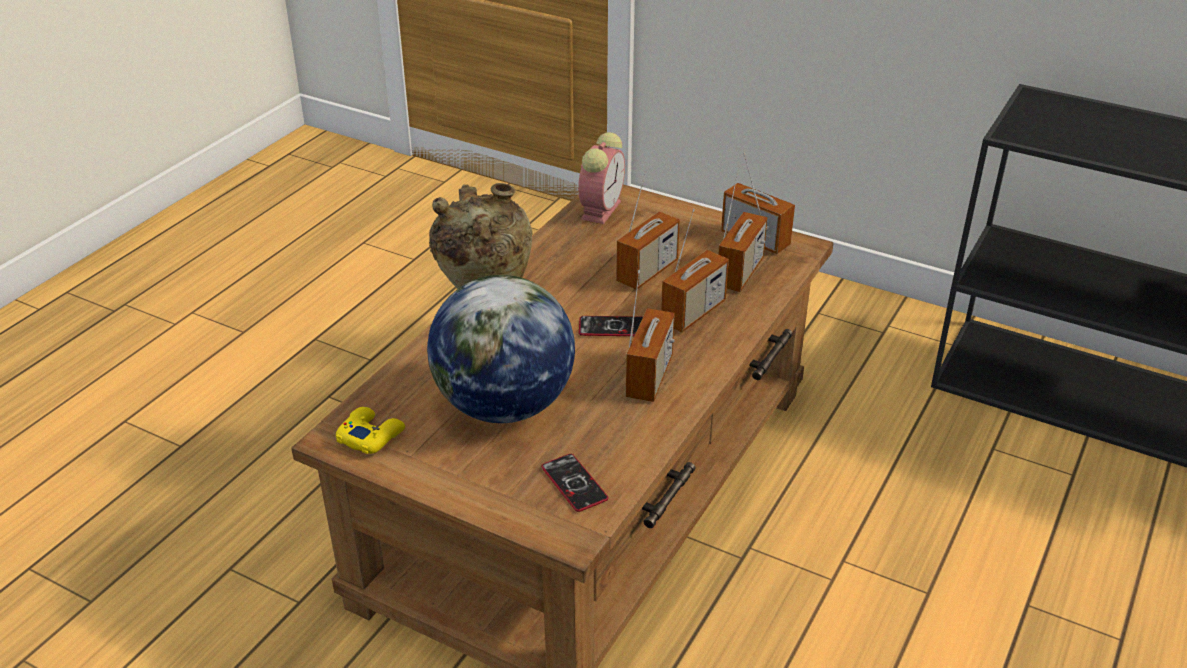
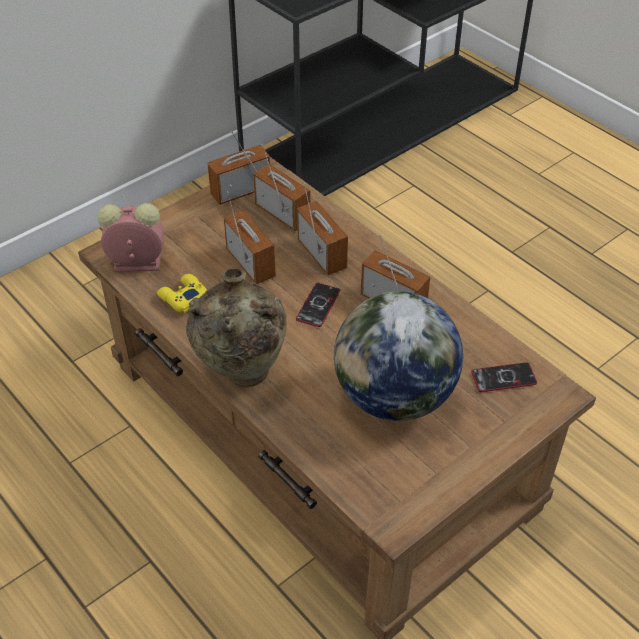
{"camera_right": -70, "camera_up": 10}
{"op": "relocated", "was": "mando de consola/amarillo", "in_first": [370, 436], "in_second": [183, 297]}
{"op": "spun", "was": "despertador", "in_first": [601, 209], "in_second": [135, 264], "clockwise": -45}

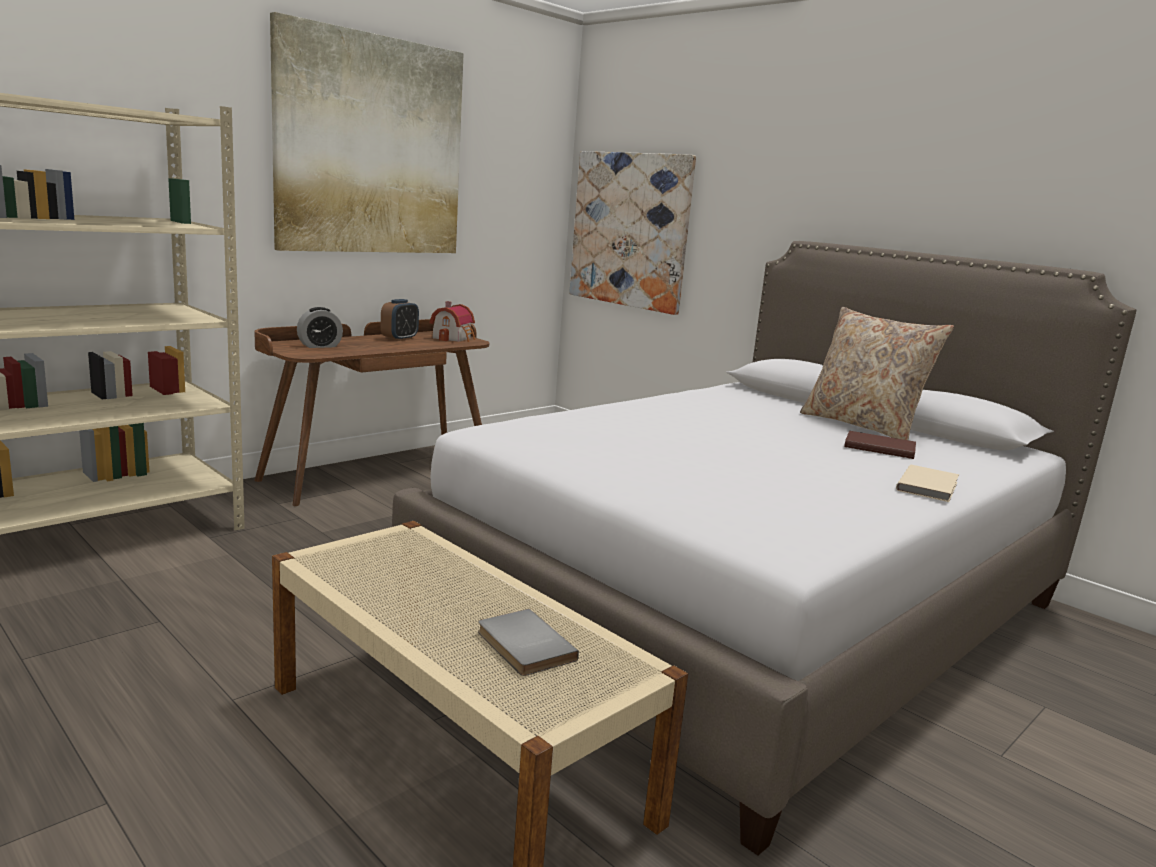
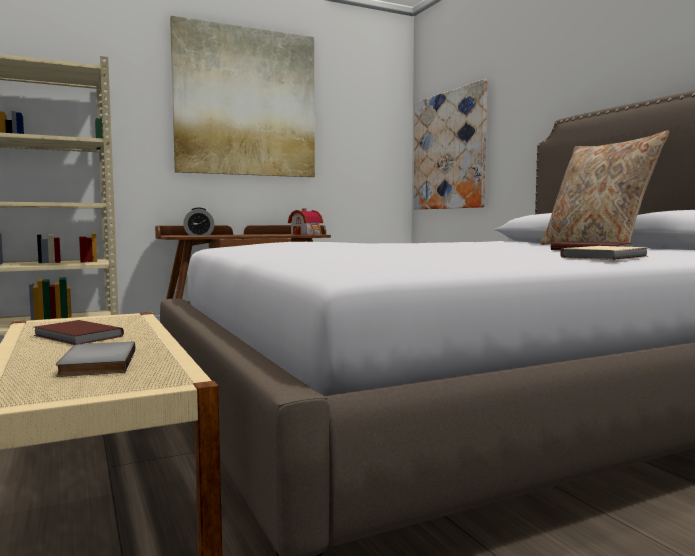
{"camera_right": 20, "camera_up": -10}
{"op": "missing", "was": "despertador", "in_first": [399, 339]}
{"op": "appeared", "now": "libro/marrón", "in_second": [77, 336]}

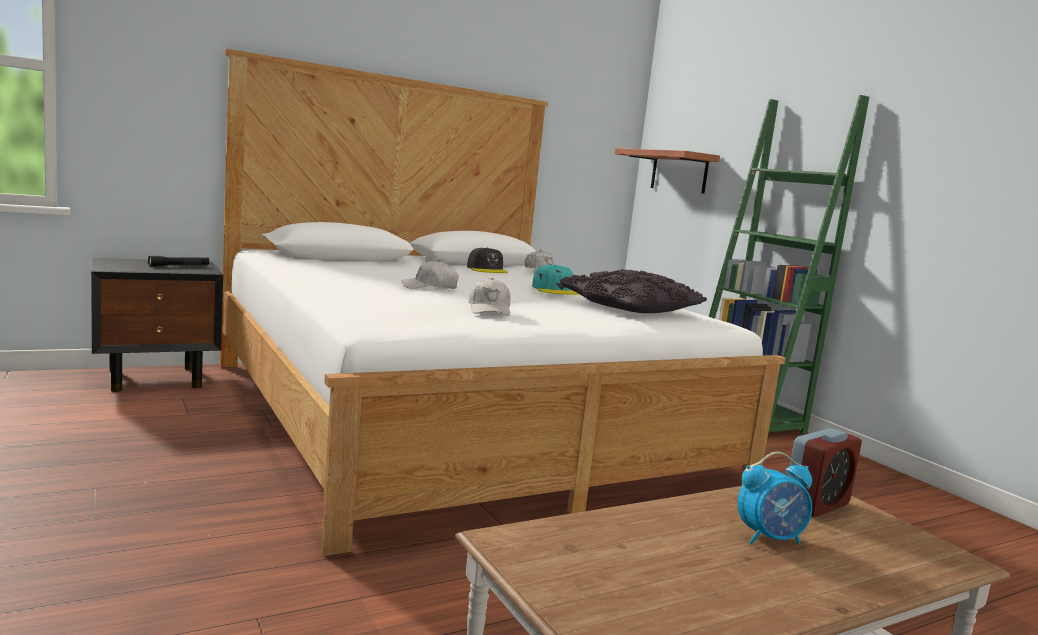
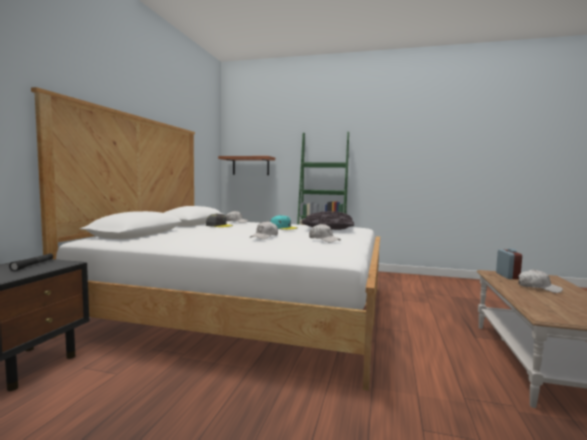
{"camera_right": -45, "camera_up": -5}
{"op": "exchanged", "was": "despertador", "now": "gorra/blanco", "in_first": [770, 538], "in_second": [538, 288]}

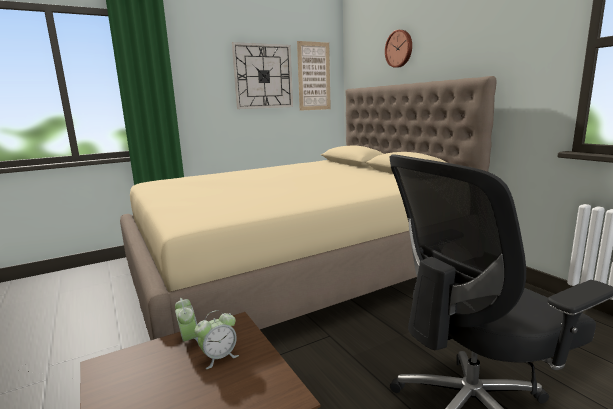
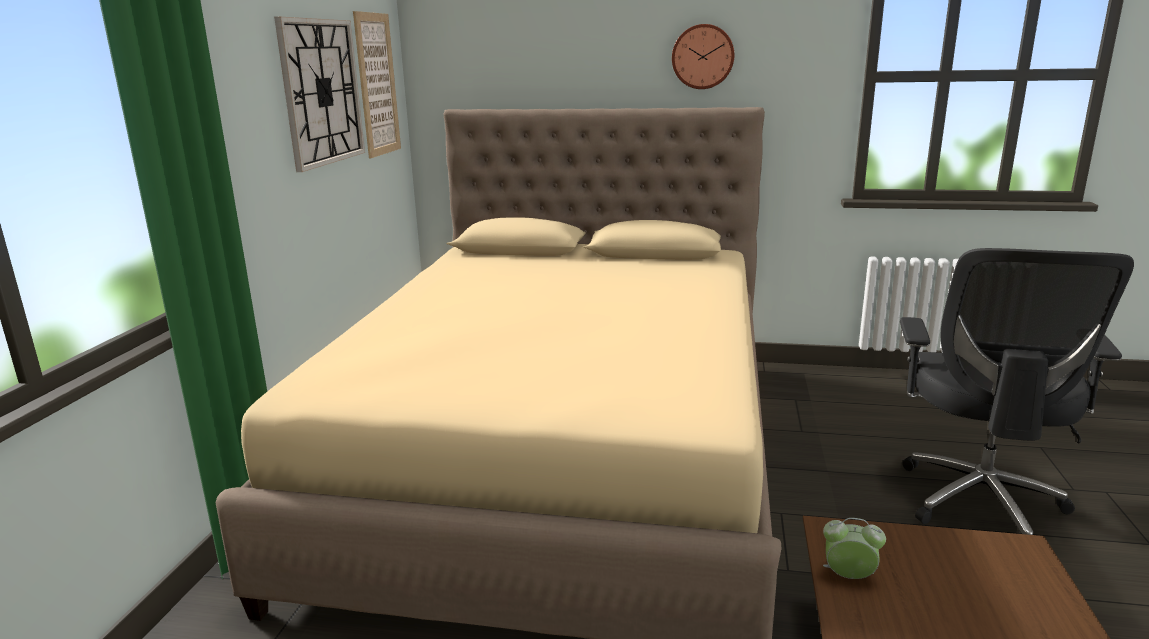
{"camera_right": -50, "camera_up": 5}
{"op": "missing", "was": "despertador", "in_first": [219, 357]}
{"op": "relocated", "was": "reloj de pared", "in_first": [399, 49], "in_second": [703, 56]}

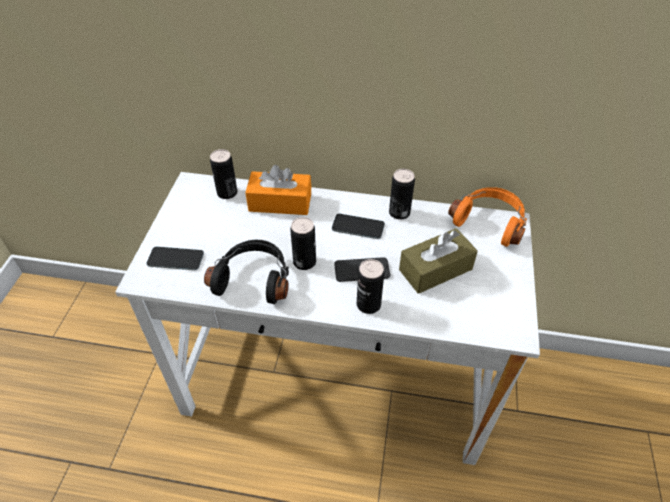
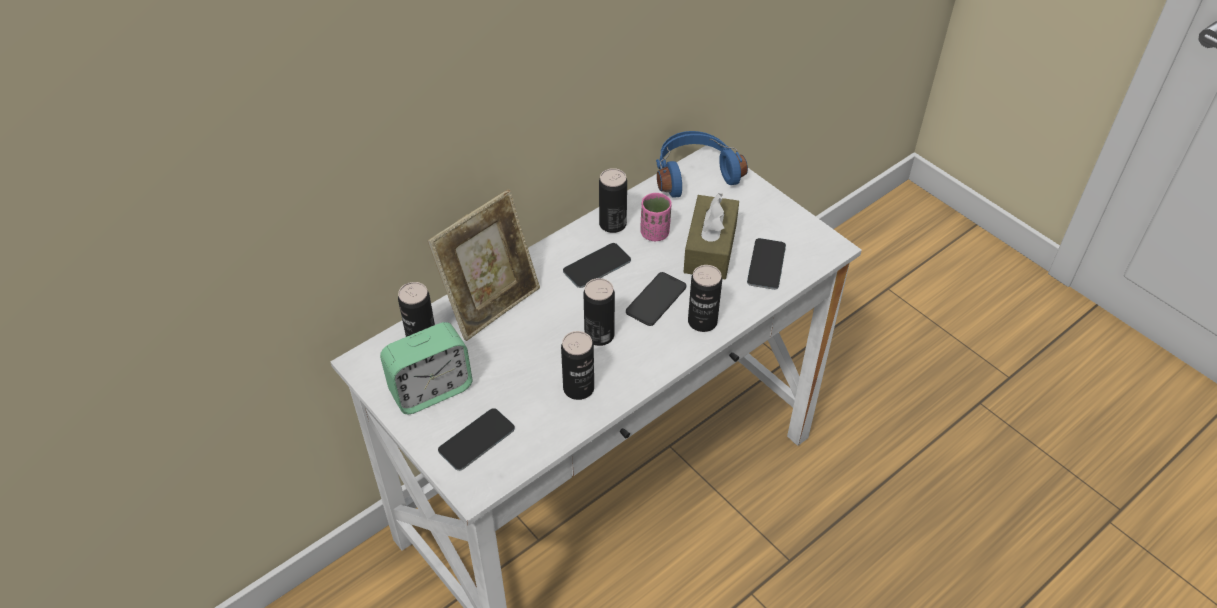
{"camera_right": -50, "camera_up": 0}
{"op": "appeared", "now": "despertador", "in_second": [431, 390]}
{"op": "appeared", "now": "taza/rosa", "in_second": [655, 233]}
{"op": "appeared", "now": "móvil", "in_second": [766, 264]}
{"op": "exchanged", "was": "auriculares/negro", "now": "lata", "in_first": [253, 278], "in_second": [578, 388]}
{"op": "exchanged", "was": "caja de pañuelos/naranja", "now": "portarretratos", "in_first": [280, 202], "in_second": [491, 304]}
{"op": "colour", "was": "auriculares/naranja", "now": "auriculares/azul", "in_first": [489, 222], "in_second": [694, 173]}

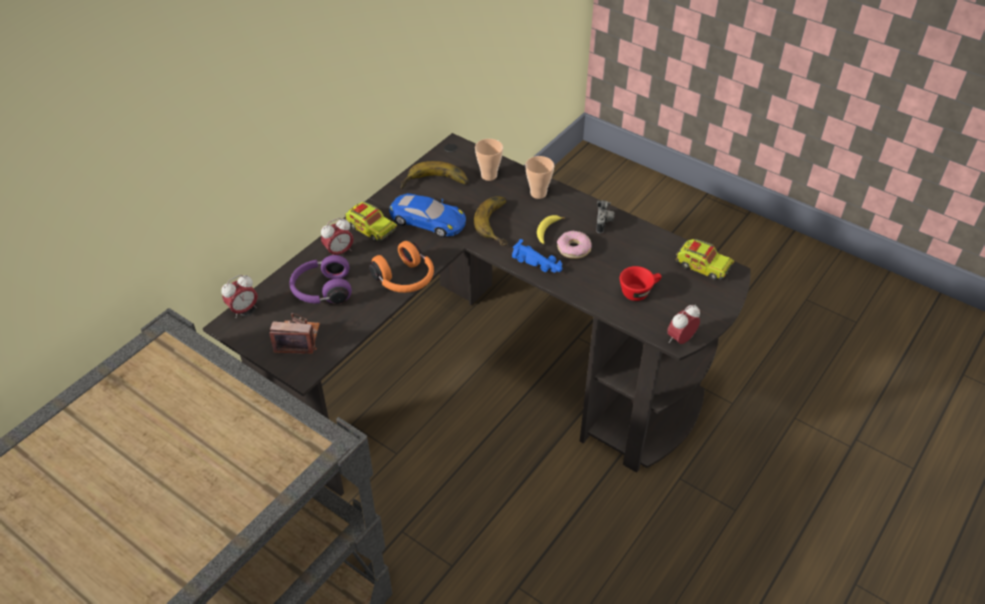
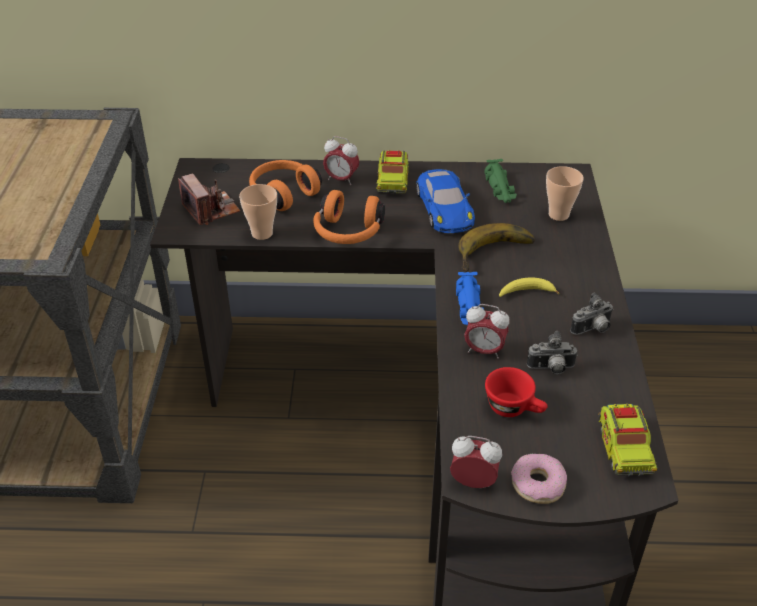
{"camera_right": 55, "camera_up": -5}
{"op": "appeared", "now": "cámara", "in_second": [551, 369]}
{"op": "relocated", "was": "despertador", "in_first": [243, 310], "in_second": [484, 351]}
{"op": "relocated", "was": "taza", "in_first": [538, 193], "in_second": [262, 233]}
{"op": "relocated", "was": "rosquilla", "in_first": [574, 249], "in_second": [538, 484]}
{"op": "exchanged", "was": "plátano", "now": "coche de juguete/verde", "in_first": [435, 185], "in_second": [500, 189]}
{"op": "colour", "was": "auriculares/morado", "now": "auriculares/naranja", "in_first": [321, 290], "in_second": [283, 193]}

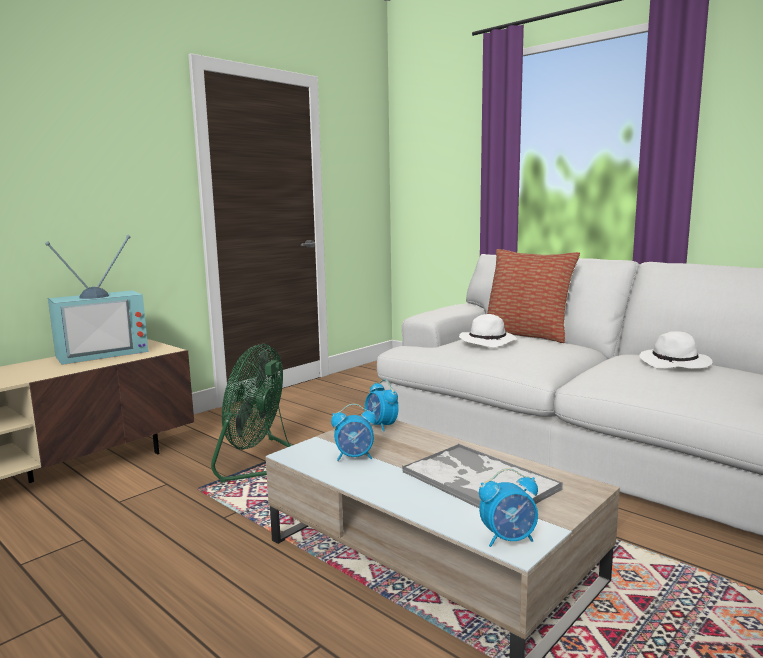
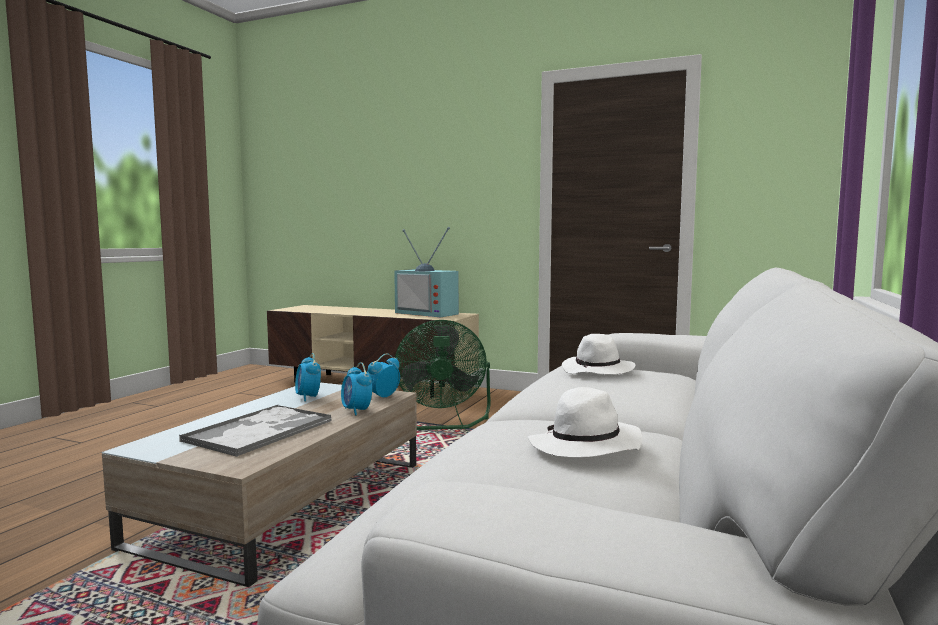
{"camera_right": 70, "camera_up": -5}
{"op": "missing", "was": "cojín", "in_first": [527, 335]}
{"op": "relocated", "was": "despertador", "in_first": [509, 539], "in_second": [356, 411]}

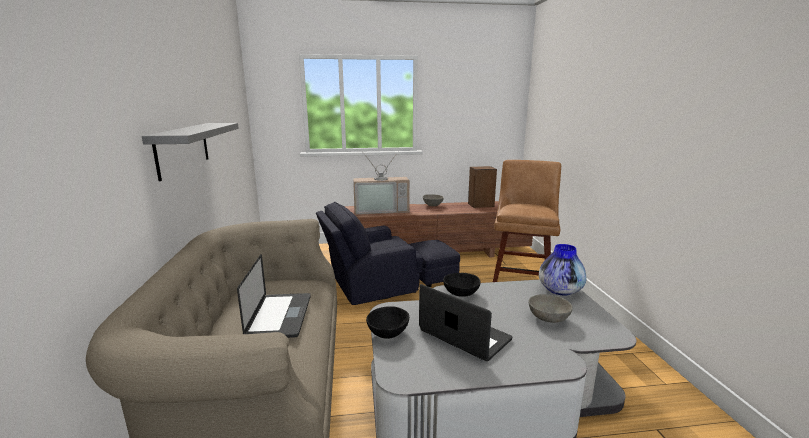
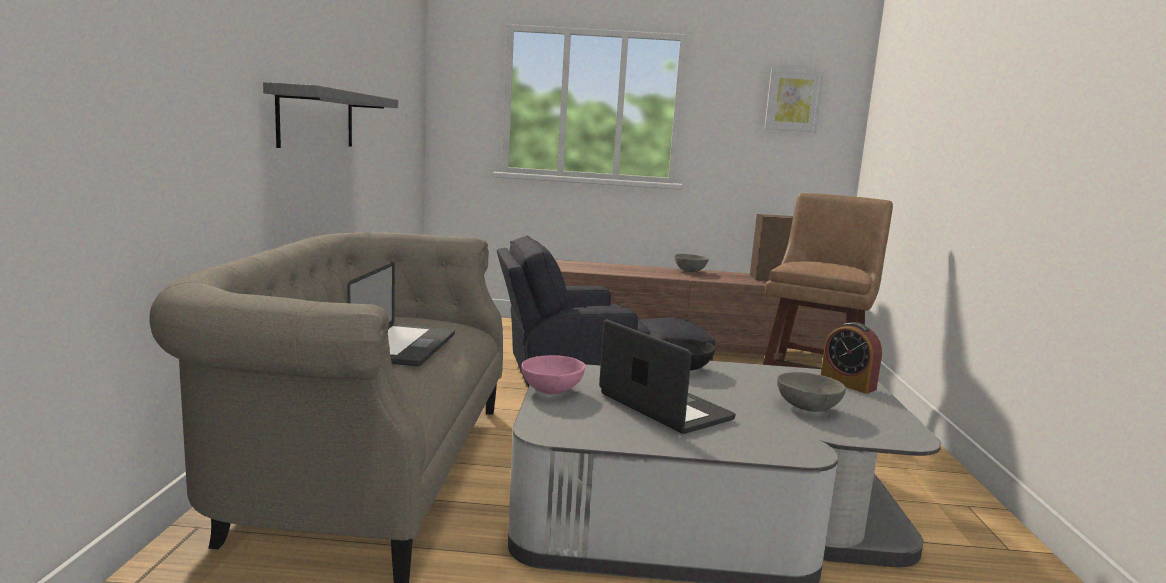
{"camera_right": 10, "camera_up": -5}
{"op": "missing", "was": "televisor", "in_first": [381, 210]}
{"op": "appeared", "now": "cuadro", "in_second": [793, 100]}
{"op": "exchanged", "was": "florero", "now": "despertador", "in_first": [560, 291], "in_second": [847, 384]}
{"op": "colour", "was": "cuenco/negro", "now": "cuenco/rosa", "in_first": [388, 333], "in_second": [552, 391]}

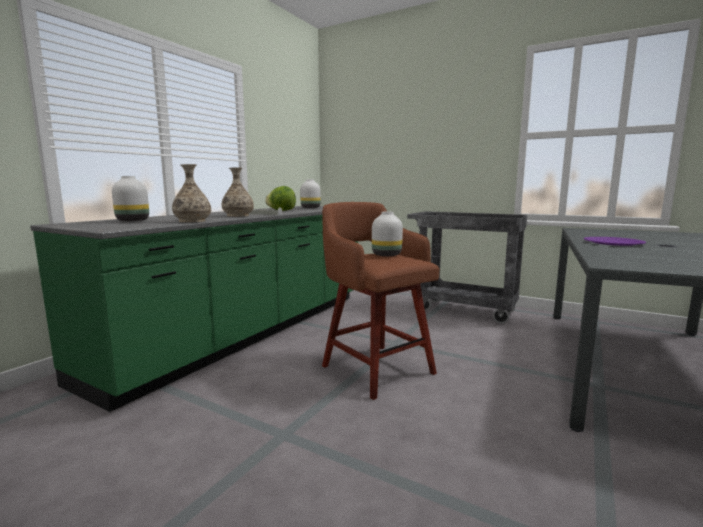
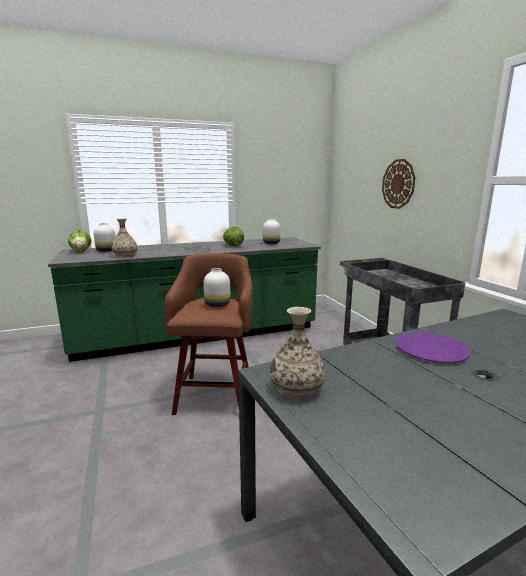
{"camera_right": 40, "camera_up": 5}
{"op": "appeared", "now": "lechuga", "in_second": [81, 251]}
{"op": "appeared", "now": "reloj de pared", "in_second": [398, 184]}
{"op": "relocated", "was": "florero", "in_first": [238, 215], "in_second": [296, 389]}

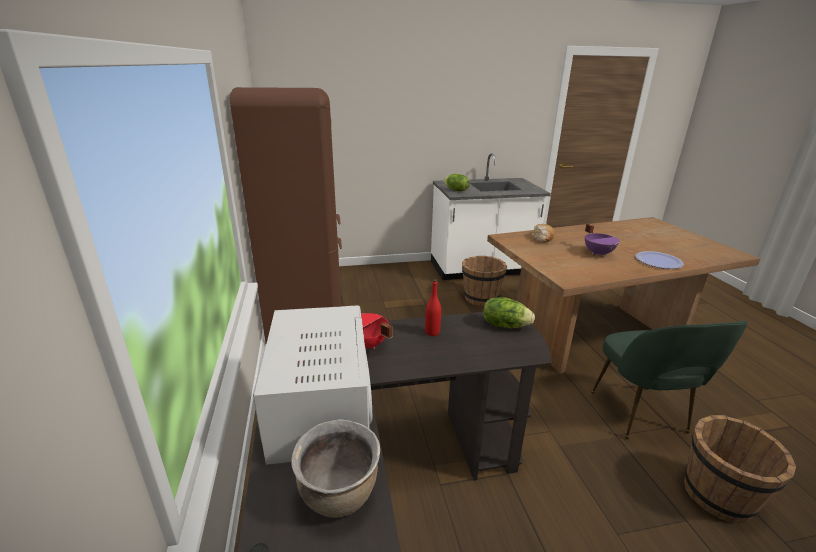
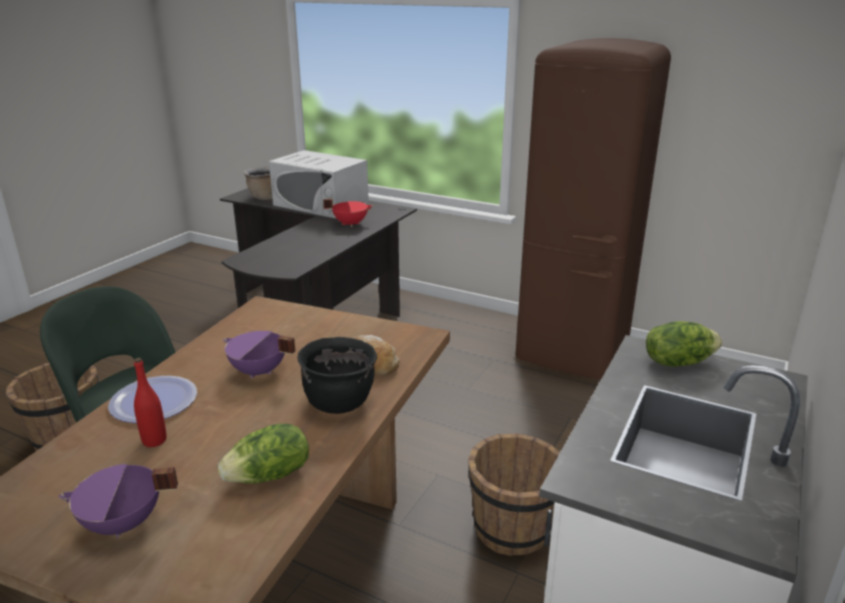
{"camera_right": 130, "camera_up": 0}
{"op": "appeared", "now": "olla/morado", "in_second": [123, 524]}
{"op": "appeared", "now": "olla/negro", "in_second": [340, 402]}
{"op": "relocated", "was": "botella/rojo", "in_first": [432, 332], "in_second": [154, 440]}
{"op": "relocated", "was": "lechuga", "in_first": [504, 325], "in_second": [270, 476]}

